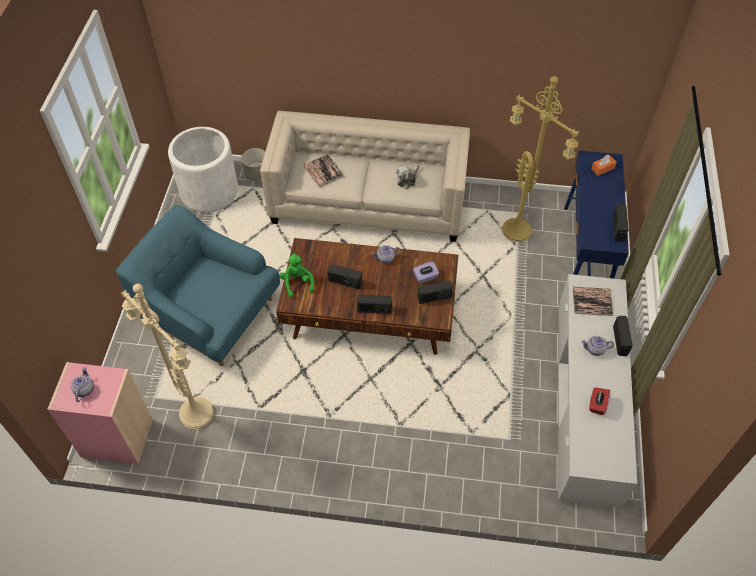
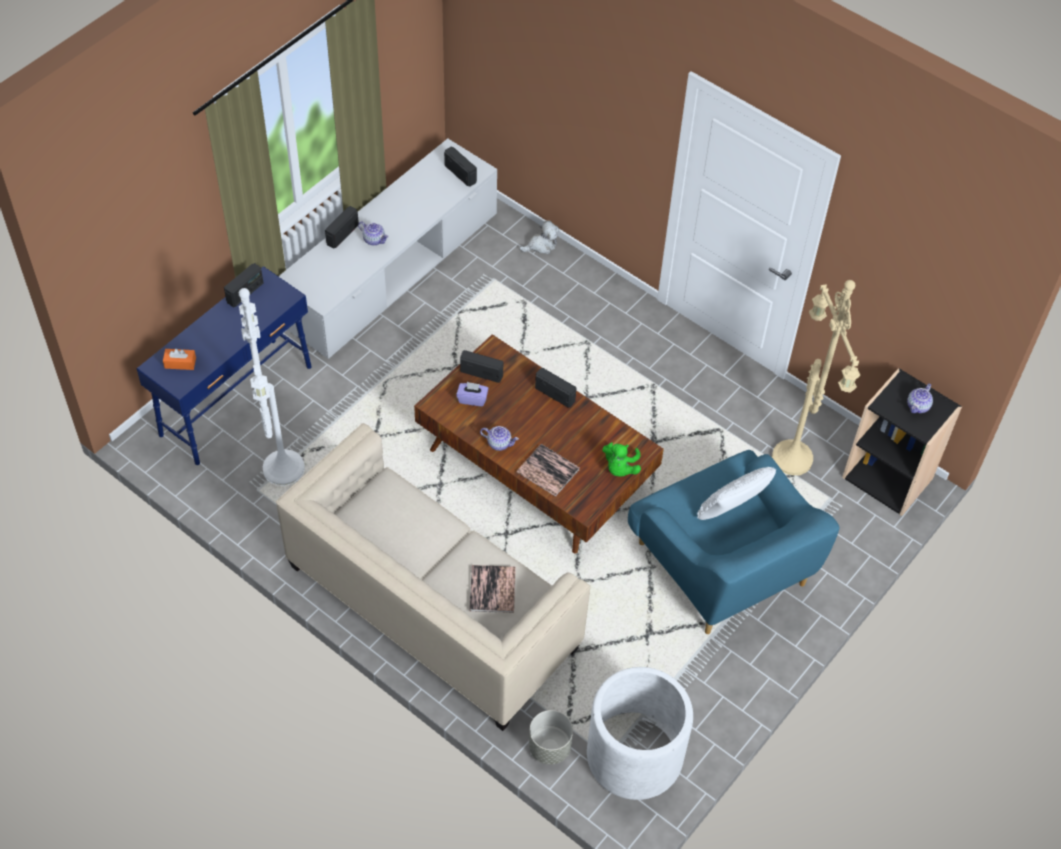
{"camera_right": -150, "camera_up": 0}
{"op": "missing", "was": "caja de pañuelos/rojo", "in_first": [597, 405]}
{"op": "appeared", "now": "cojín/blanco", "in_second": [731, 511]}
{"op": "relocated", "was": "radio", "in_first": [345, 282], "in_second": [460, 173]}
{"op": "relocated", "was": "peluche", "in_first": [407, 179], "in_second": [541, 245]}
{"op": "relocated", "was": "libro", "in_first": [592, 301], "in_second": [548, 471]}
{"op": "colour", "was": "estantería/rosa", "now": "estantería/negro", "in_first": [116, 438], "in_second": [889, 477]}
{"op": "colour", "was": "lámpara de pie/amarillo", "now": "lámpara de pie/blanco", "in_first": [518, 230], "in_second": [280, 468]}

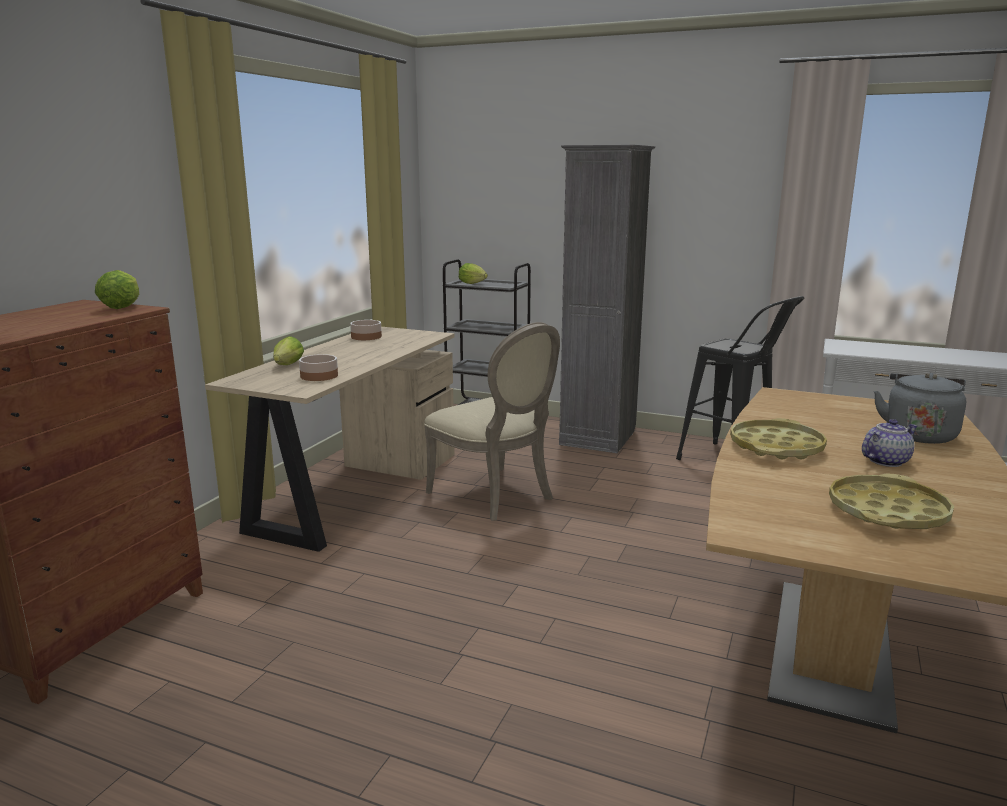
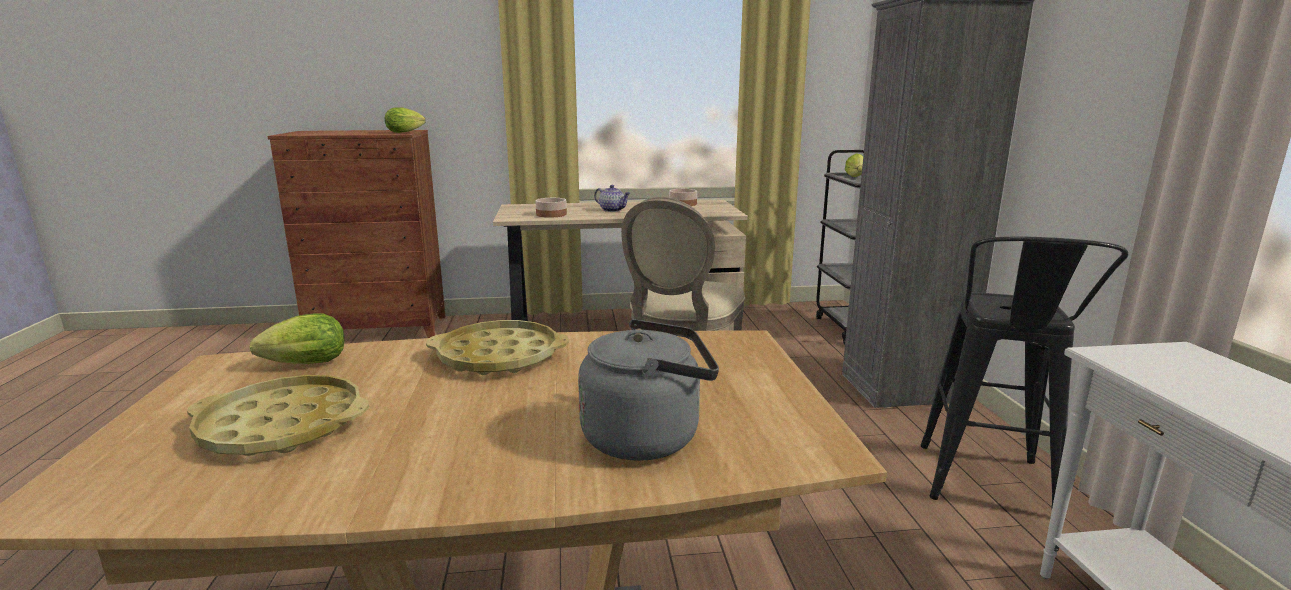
{"camera_right": 60, "camera_up": 0}
{"op": "relocated", "was": "lechuga", "in_first": [287, 366], "in_second": [301, 365]}
{"op": "relocated", "was": "tetera", "in_first": [885, 461], "in_second": [613, 210]}

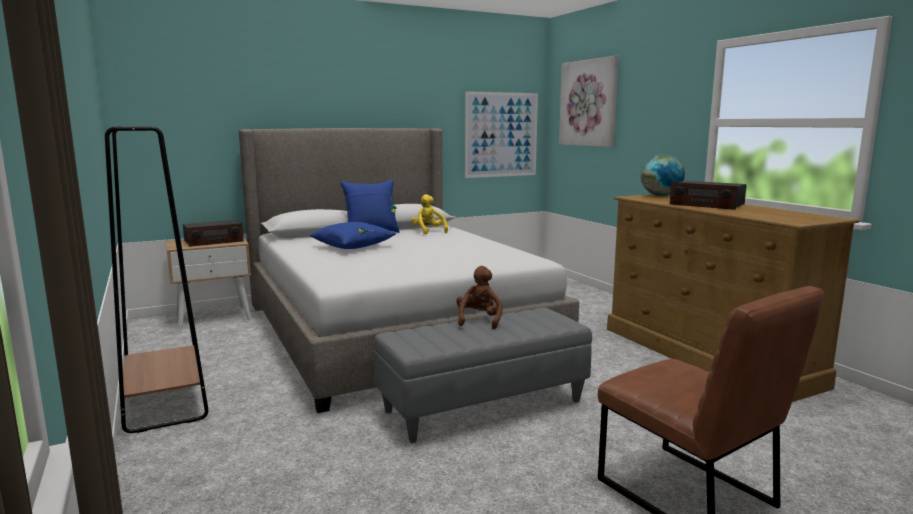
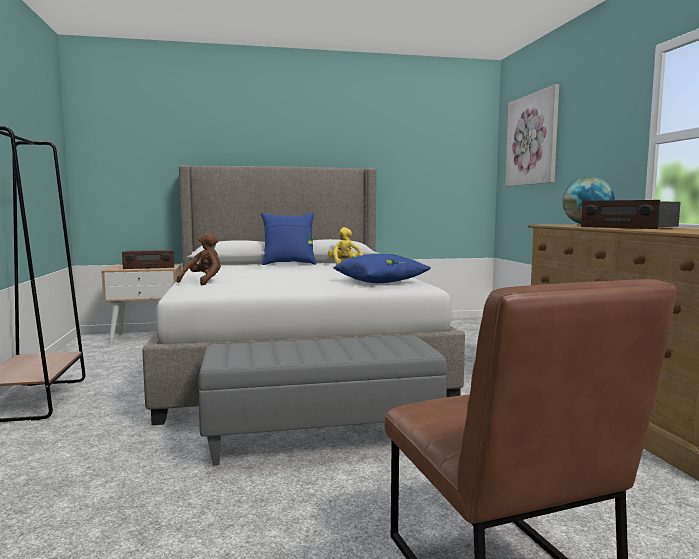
{"camera_right": 15, "camera_up": -5}
{"op": "missing", "was": "cuadro", "in_first": [501, 135]}
{"op": "relocated", "was": "cojín/azul", "in_first": [353, 247], "in_second": [380, 282]}
{"op": "relocated", "was": "peluche/marrón", "in_first": [479, 320], "in_second": [204, 282]}

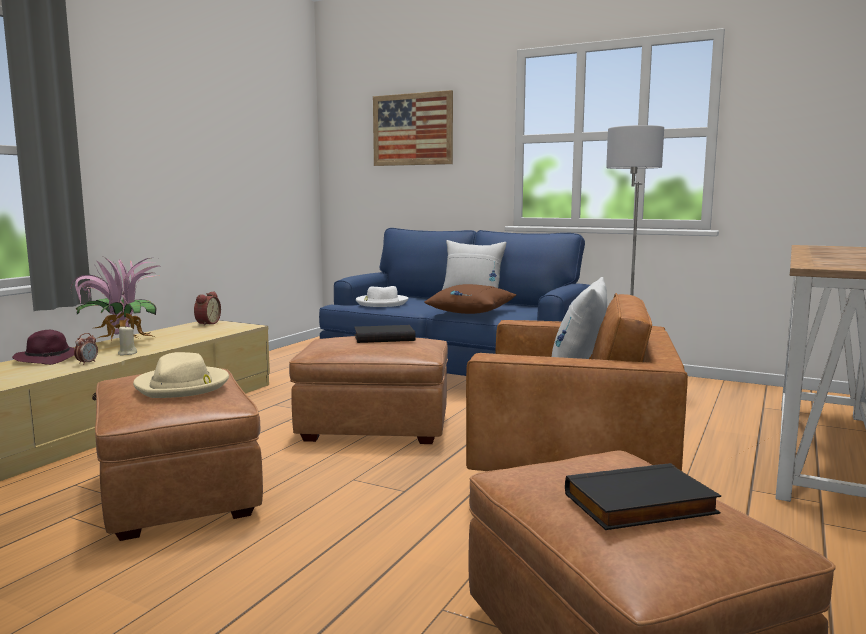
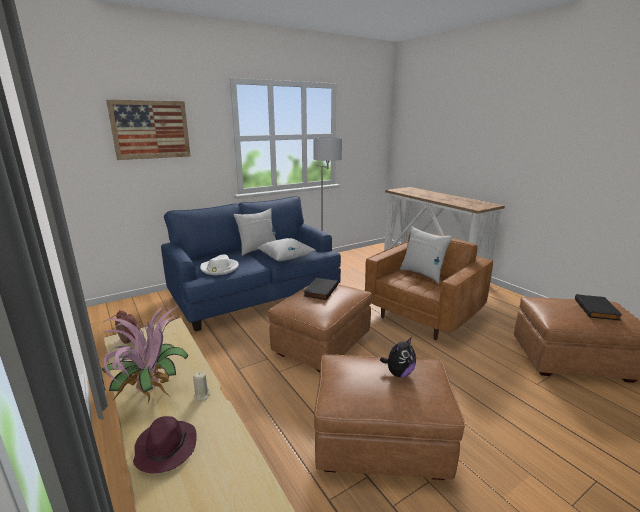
{"camera_right": -60, "camera_up": 10}
{"op": "missing", "was": "despertador", "in_first": [87, 363]}
{"op": "exchanged", "was": "sombrero/beis", "now": "peluche", "in_first": [182, 386], "in_second": [398, 373]}
{"op": "colour", "was": "cojín/marrón", "now": "cojín/gris", "in_first": [471, 312], "in_second": [286, 257]}

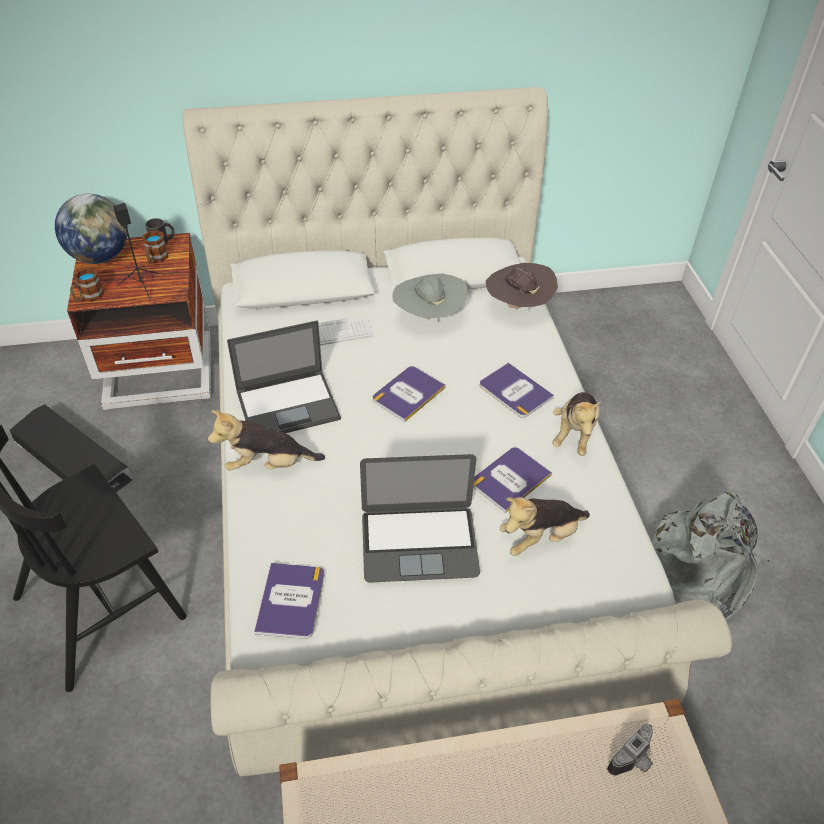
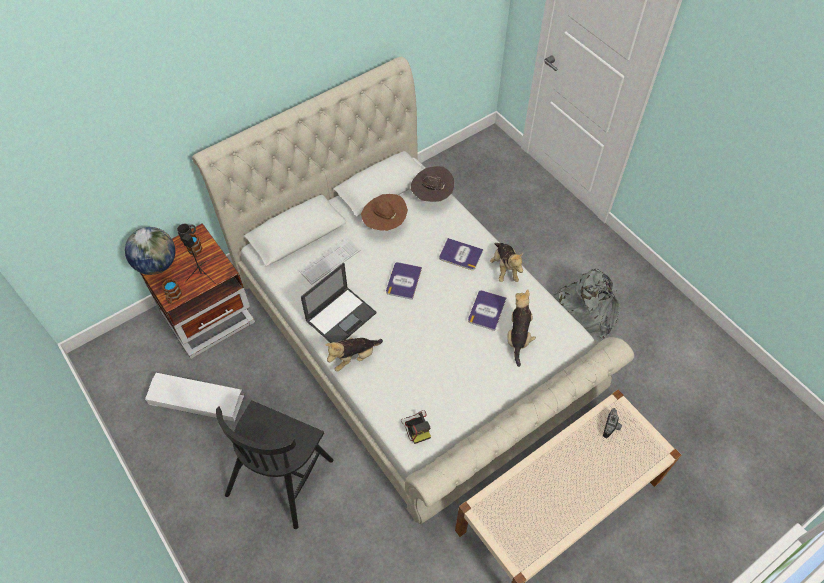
{"camera_right": -25, "camera_up": 10}
{"op": "missing", "was": "portátil", "in_first": [419, 543]}
{"op": "exchanged", "was": "libro", "now": "cámara", "in_first": [291, 601], "in_second": [417, 427]}
{"op": "colour", "was": "caja de almacenaje/negro", "now": "caja de almacenaje/blanco", "in_first": [72, 459], "in_second": [196, 399]}
{"op": "colour", "was": "sombrero/gris", "now": "sombrero/marrón", "in_first": [428, 317], "in_second": [384, 224]}
{"op": "spun", "was": "peluche", "in_first": [540, 537], "in_second": [518, 336], "clockwise": 150}

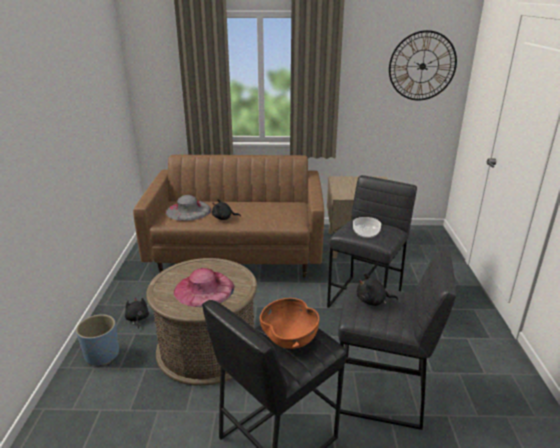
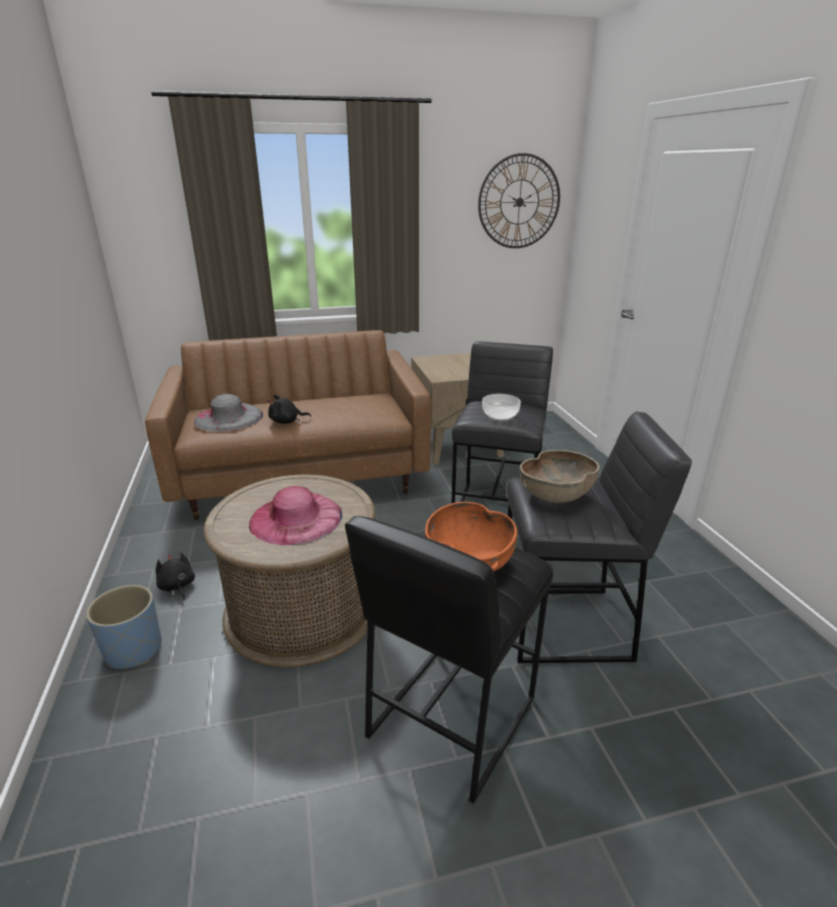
{"camera_right": -15, "camera_up": 0}
{"op": "exchanged", "was": "peluche/negro", "now": "cuenco/marrón", "in_first": [373, 301], "in_second": [556, 495]}

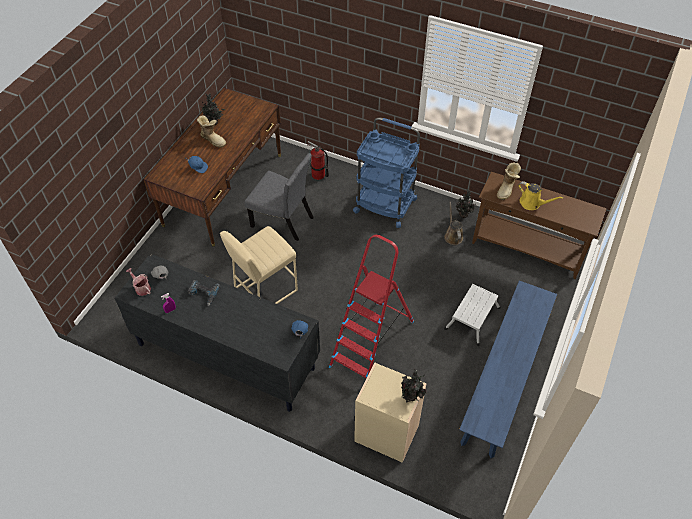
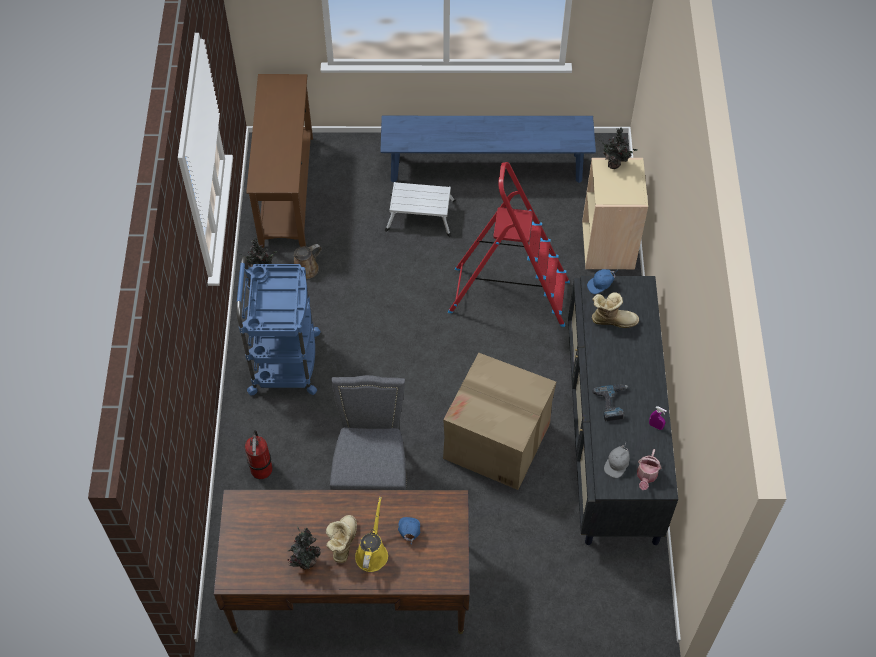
{"camera_right": -115, "camera_up": 5}
{"op": "relocated", "was": "bota", "in_first": [507, 189], "in_second": [612, 319]}
{"op": "relocated", "was": "regadera/amarillo", "in_first": [532, 203], "in_second": [372, 552]}
{"op": "exchanged", "was": "taburete/beis", "now": "caja de cartón", "in_first": [265, 290], "in_second": [497, 441]}

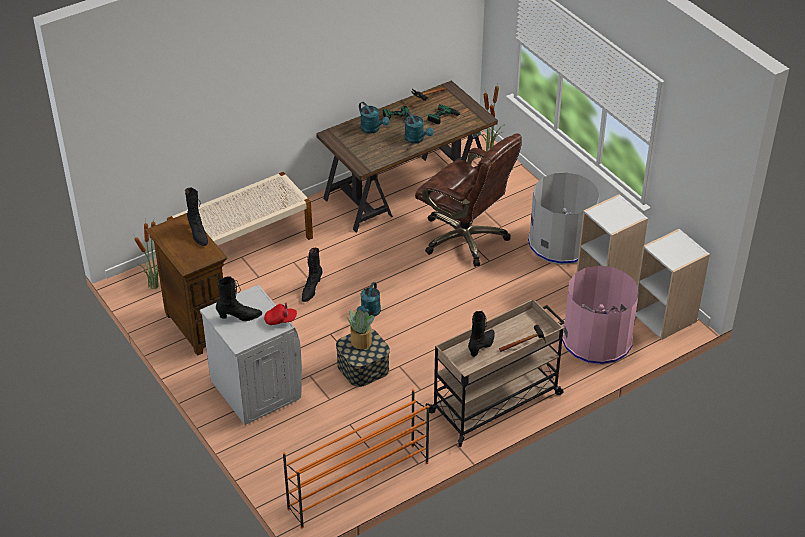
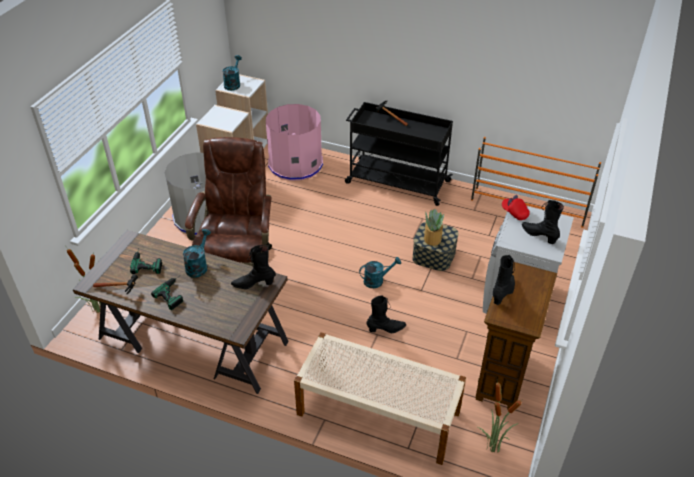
{"camera_right": -125, "camera_up": 0}
{"op": "relocated", "was": "regadera/turquesa", "in_first": [372, 129], "in_second": [233, 84]}
{"op": "relocated", "was": "bota/negro", "in_first": [482, 346], "in_second": [253, 284]}
{"op": "colour", "was": "carrito/beis", "now": "carrito/negro", "in_first": [496, 402], "in_second": [396, 182]}

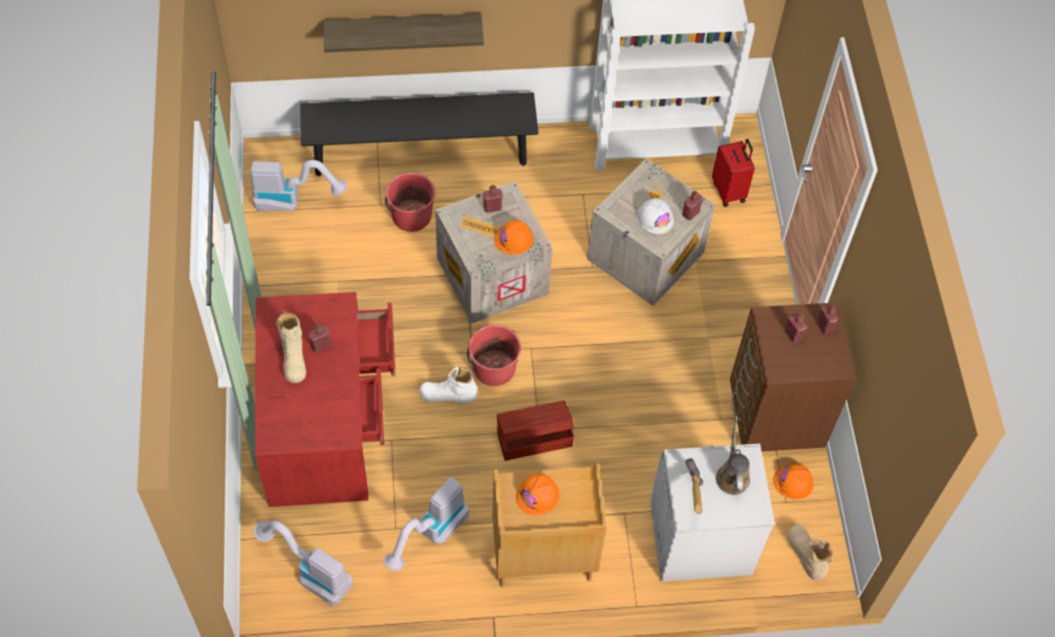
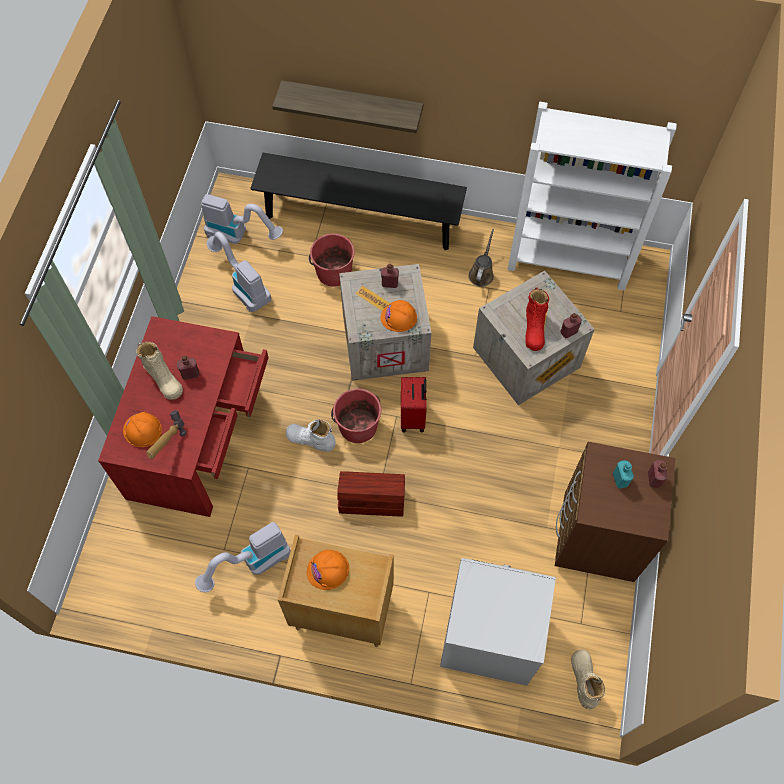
{"camera_right": 20, "camera_up": 5}
{"op": "relocated", "was": "aspiradora", "in_first": [310, 573], "in_second": [242, 286]}
{"op": "relocated", "was": "martillo", "in_first": [690, 499], "in_second": [169, 445]}
{"op": "relocated", "was": "maleta/rojo", "in_first": [729, 191], "in_second": [413, 417]}
{"op": "relocated", "was": "regadera/marrón", "in_first": [732, 475], "in_second": [481, 273]}
{"op": "relocated", "was": "casco/naranja", "in_first": [793, 482], "in_second": [142, 430]}
{"op": "exchanged", "was": "casco/blanco", "now": "bota/rojo", "in_first": [655, 218], "in_second": [534, 328]}
{"op": "colour", "was": "botella/rojo", "now": "botella/turquesa", "in_first": [793, 335], "in_second": [620, 479]}
{"op": "spun", "was": "bota/beis", "in_first": [293, 357], "in_second": [163, 379], "clockwise": -45}

